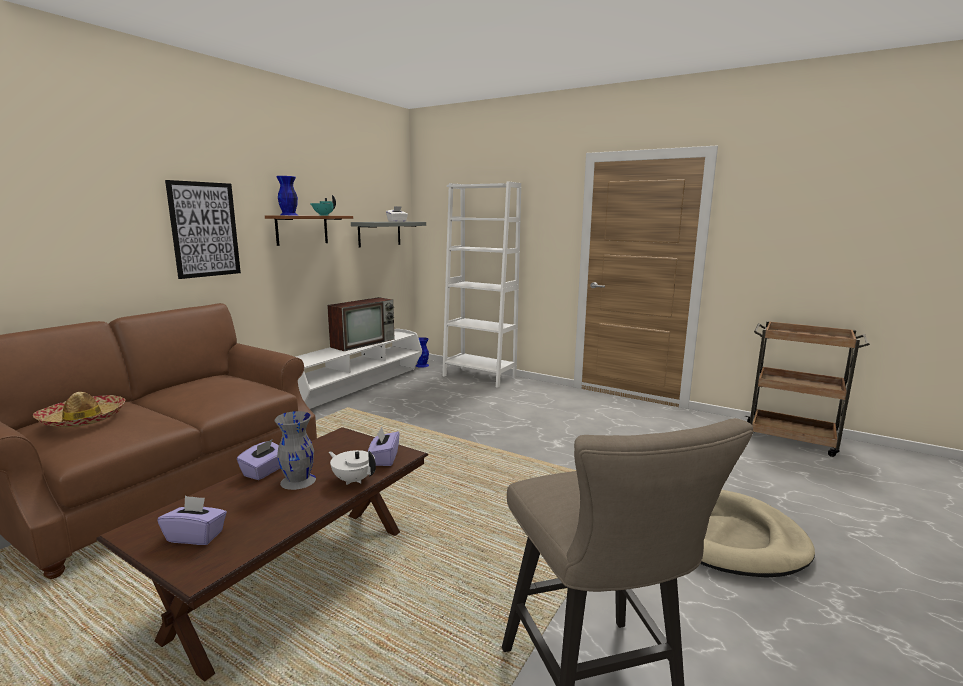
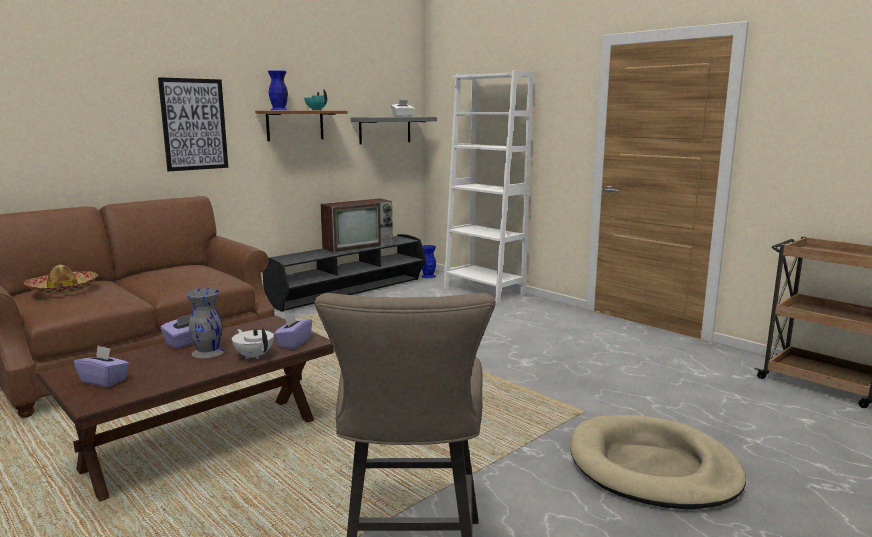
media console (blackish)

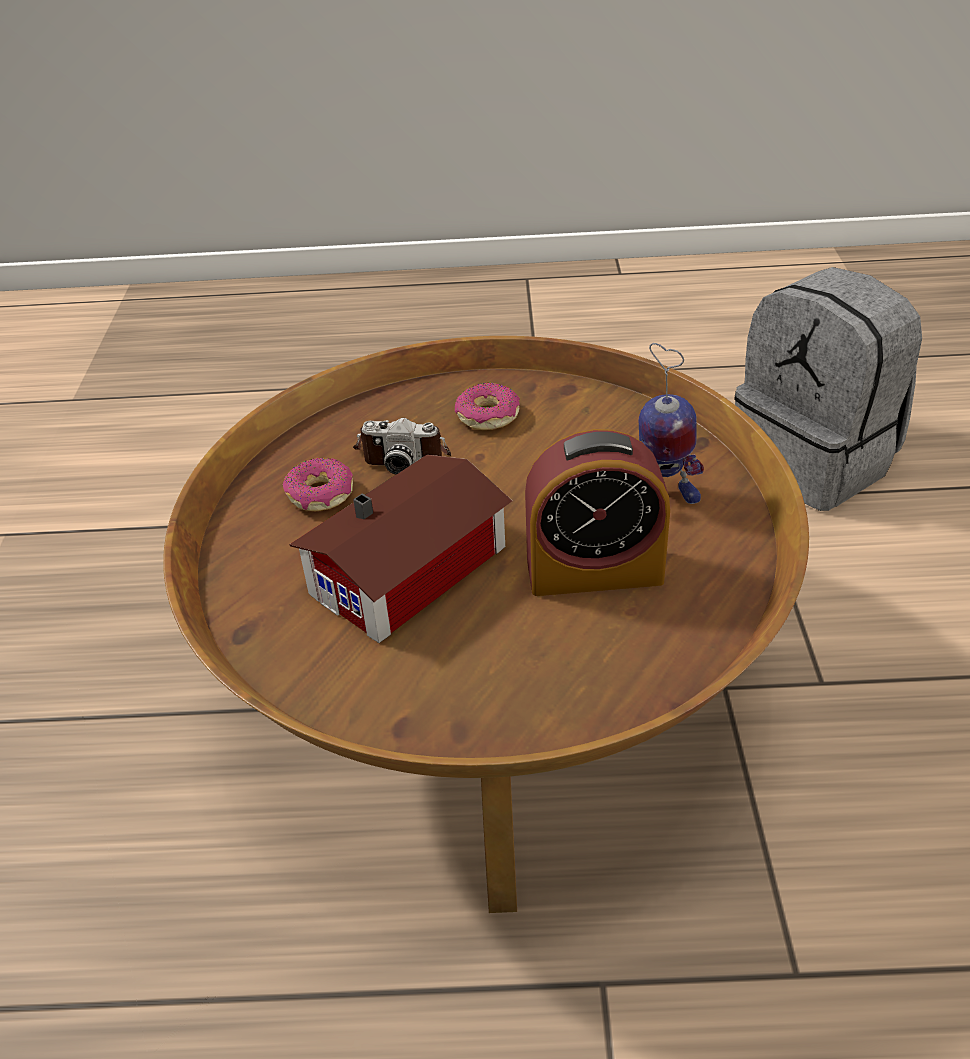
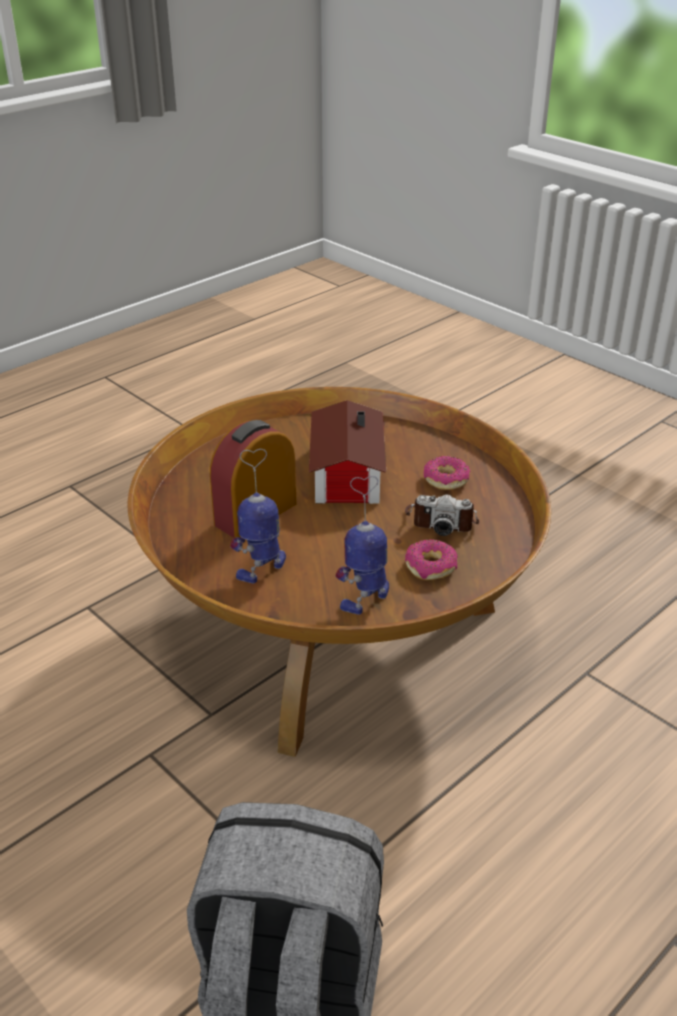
photo camera
toy robot (no. 2 from left)

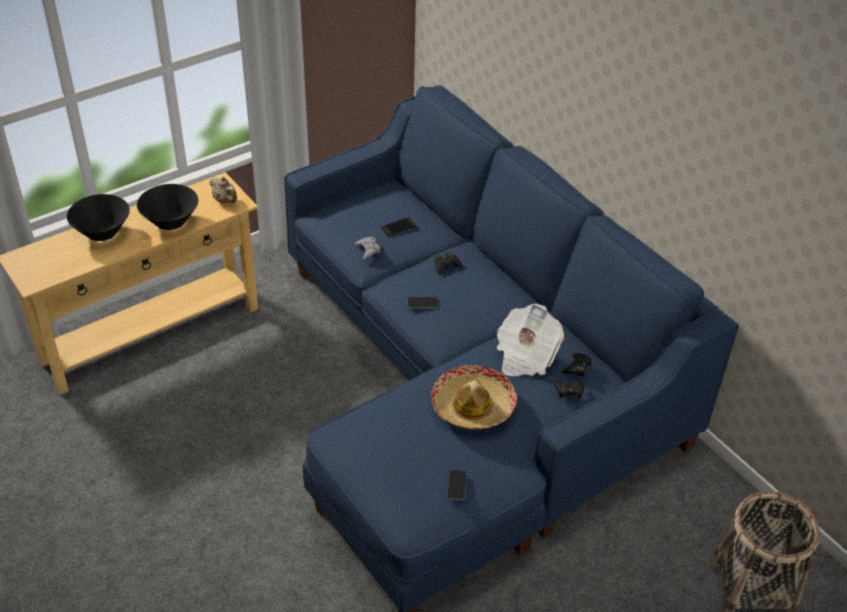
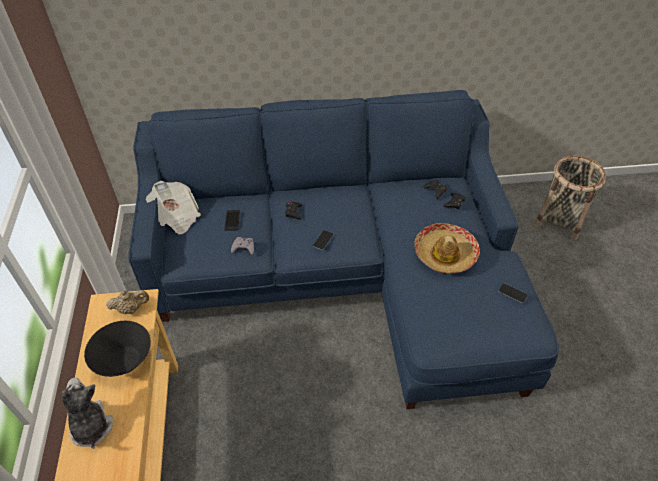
cuddly toy
printed paper

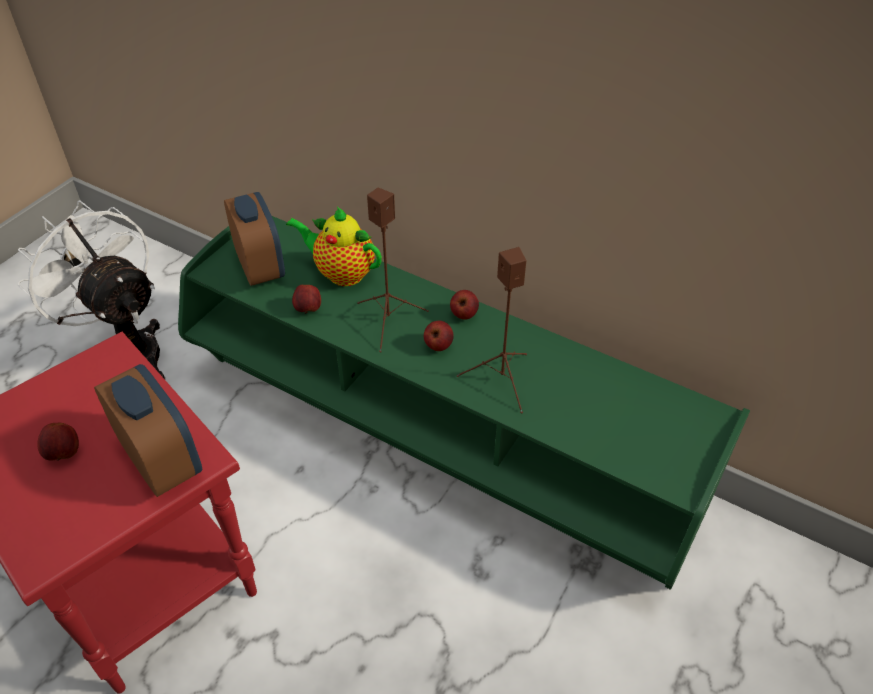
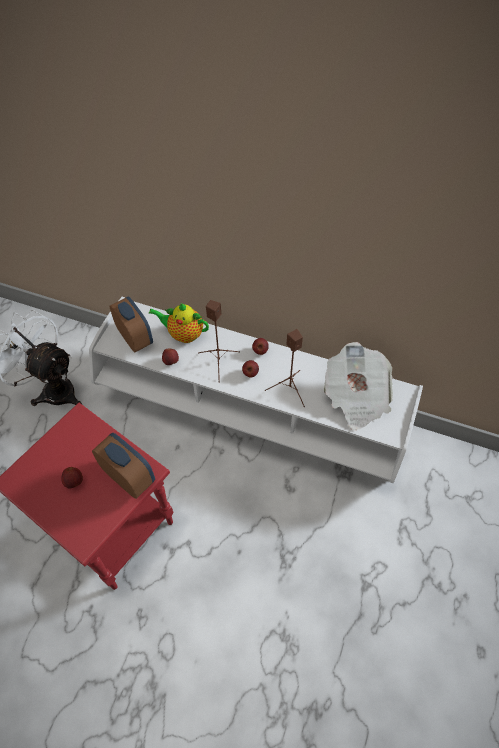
media console (white-coloured)
printed paper

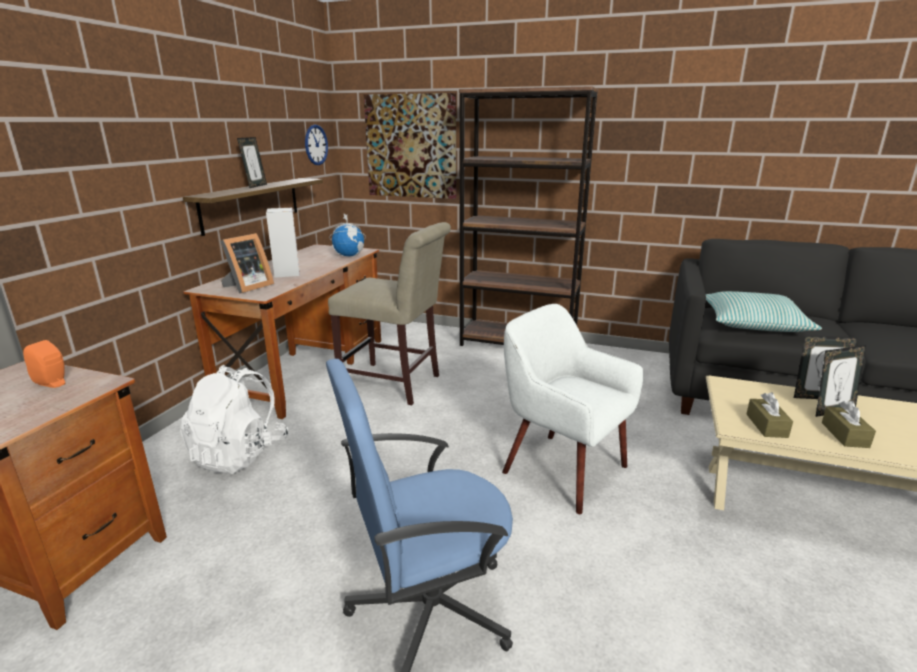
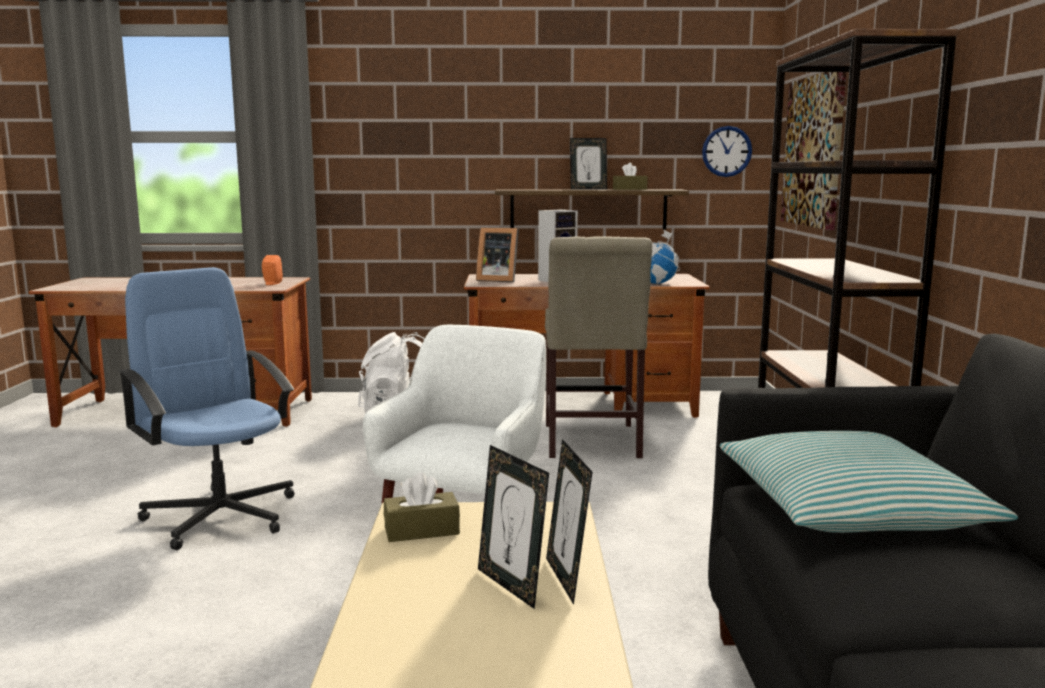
tissue holder (brownish) (no. 2 from left)

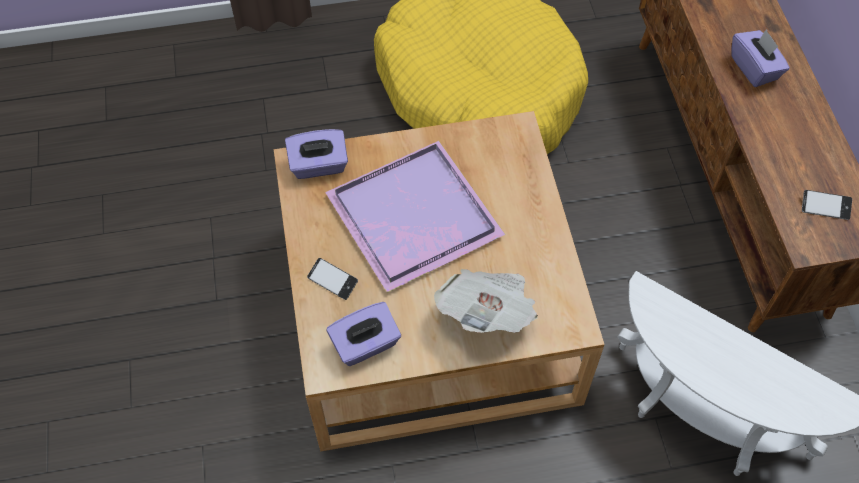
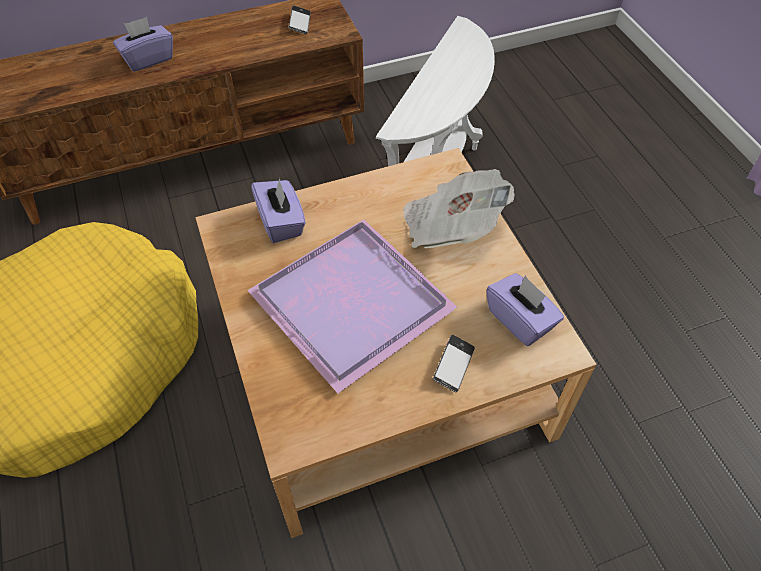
tissue holder (purple) (no. 2 from left)

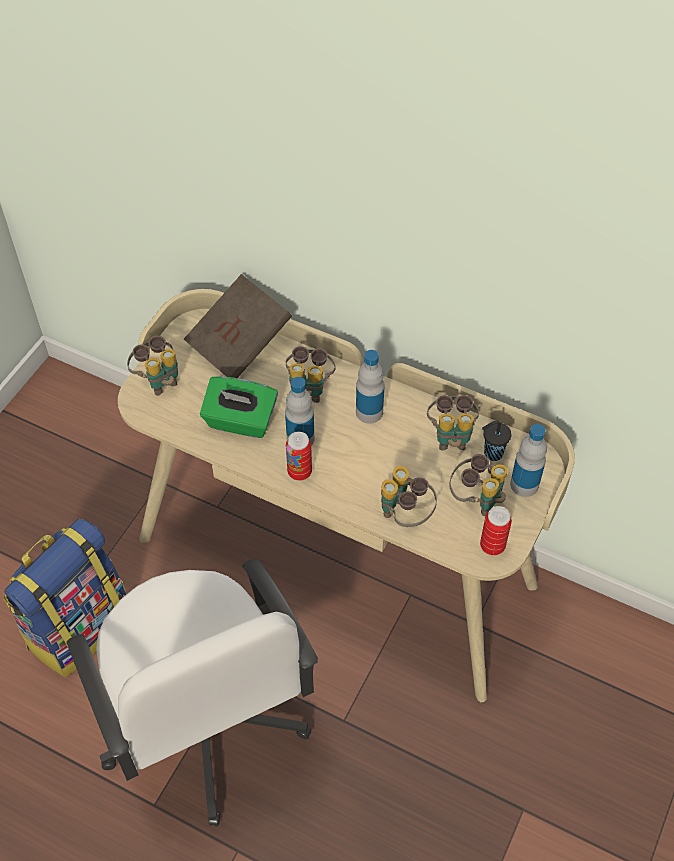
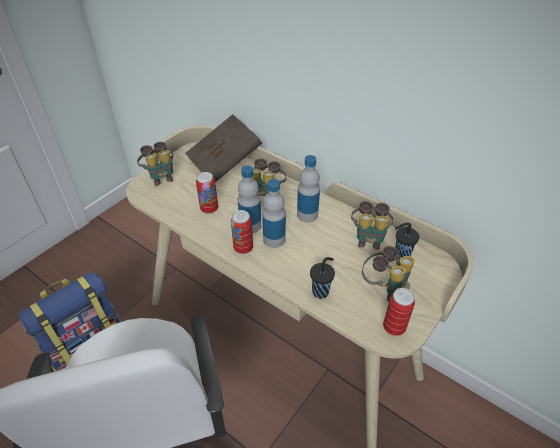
sealed can (no. 1 from left)
drinking cup (blackish) (no. 1 from left)
drink bottle (no. 2 from left)

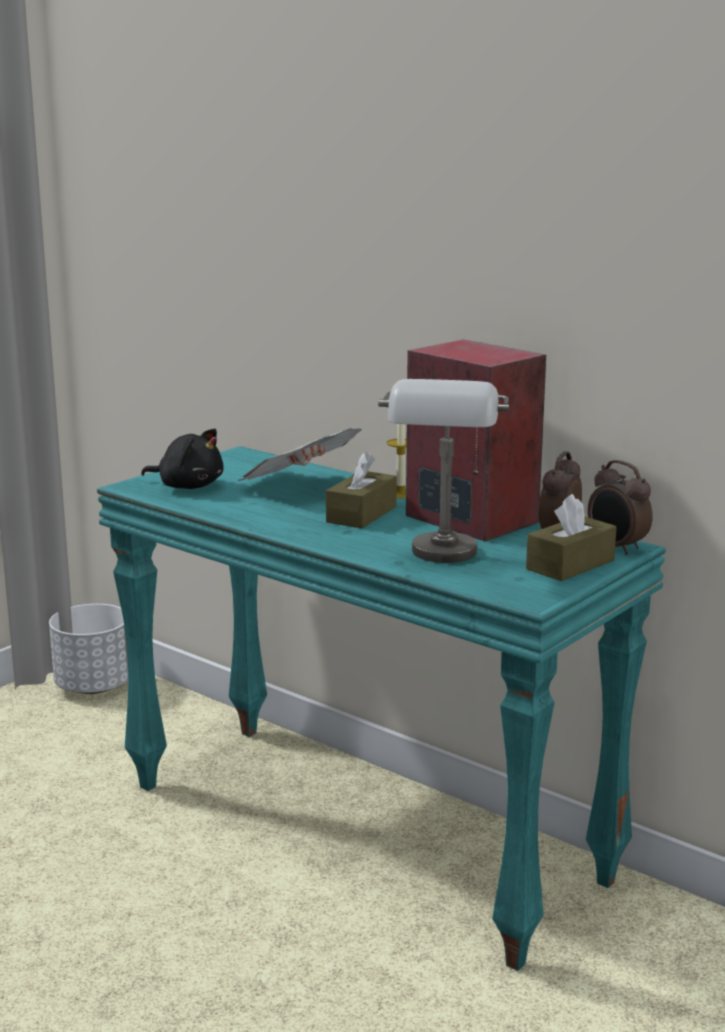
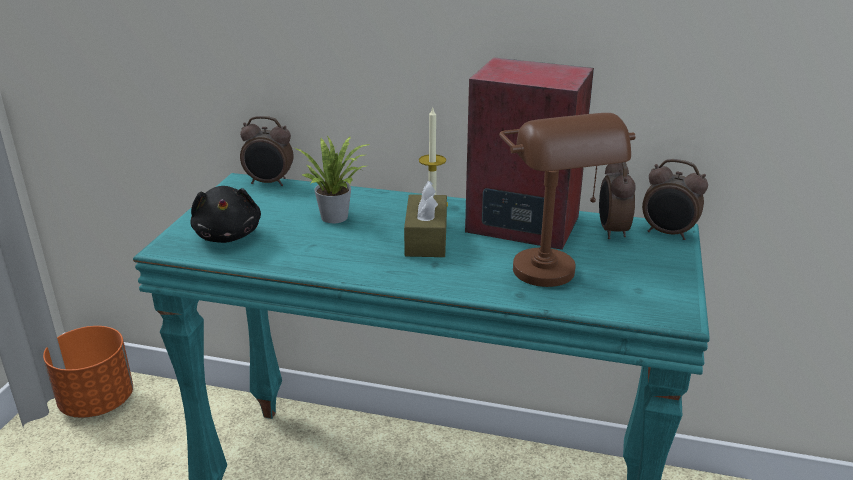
plant pot (orange)
cuddly toy (blackish)
potted plant
lamp for a table (brownish)
tissue holder (brownish) (no. 2 from left in the first image)
table clock (no. 1 from left)

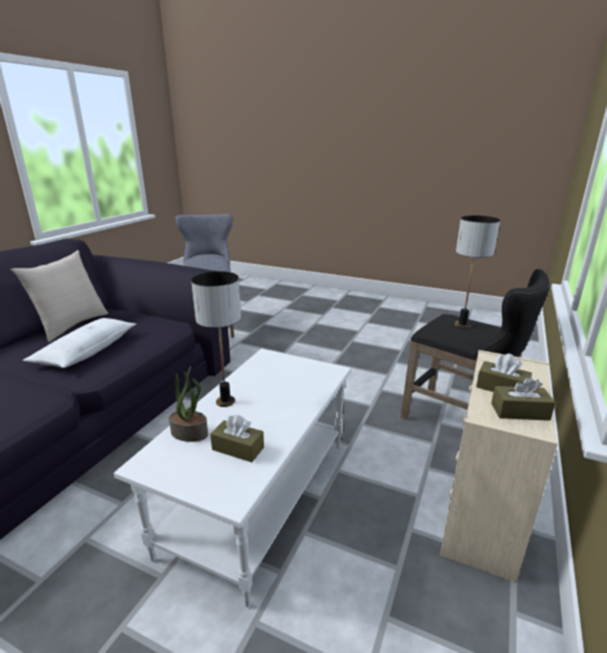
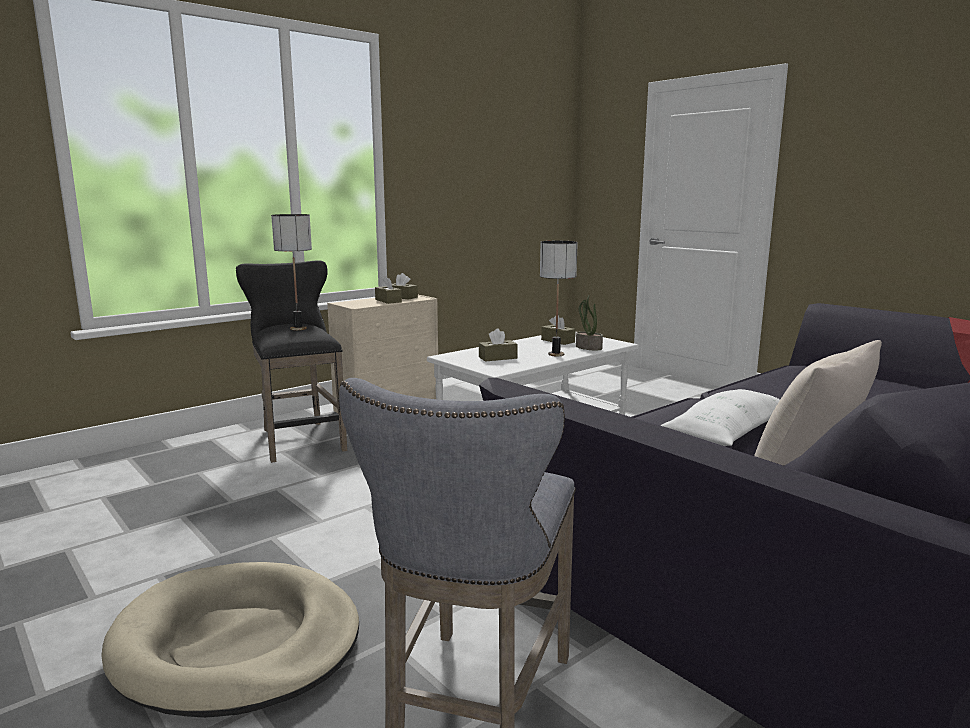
pet bed (sand-coloured)
tissue holder (brownish) (no. 3 from left)

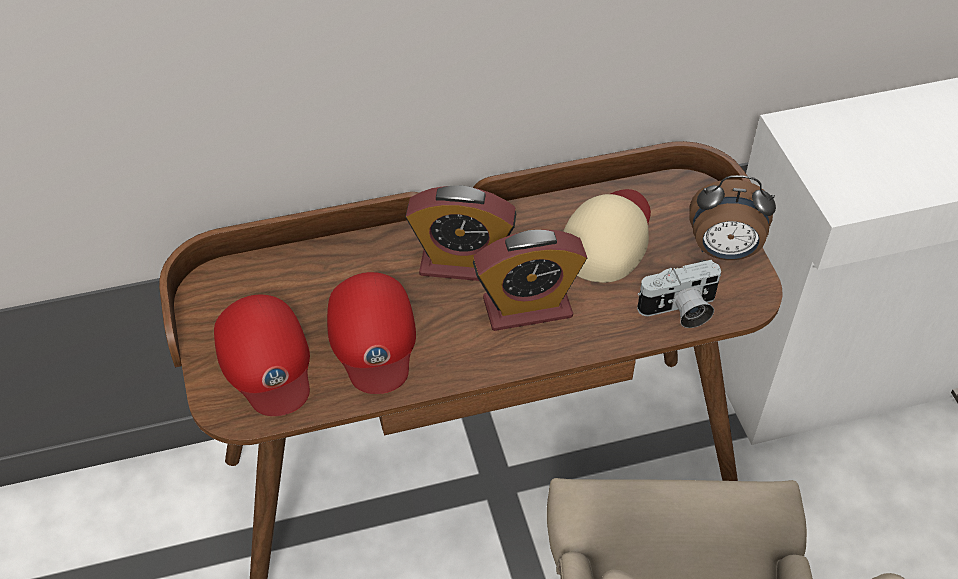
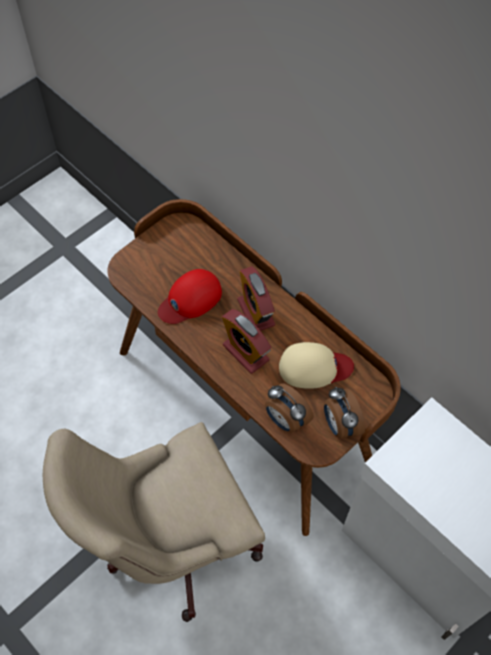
cap (red) (no. 1 from left in the first image)
table clock (no. 3 from left)

